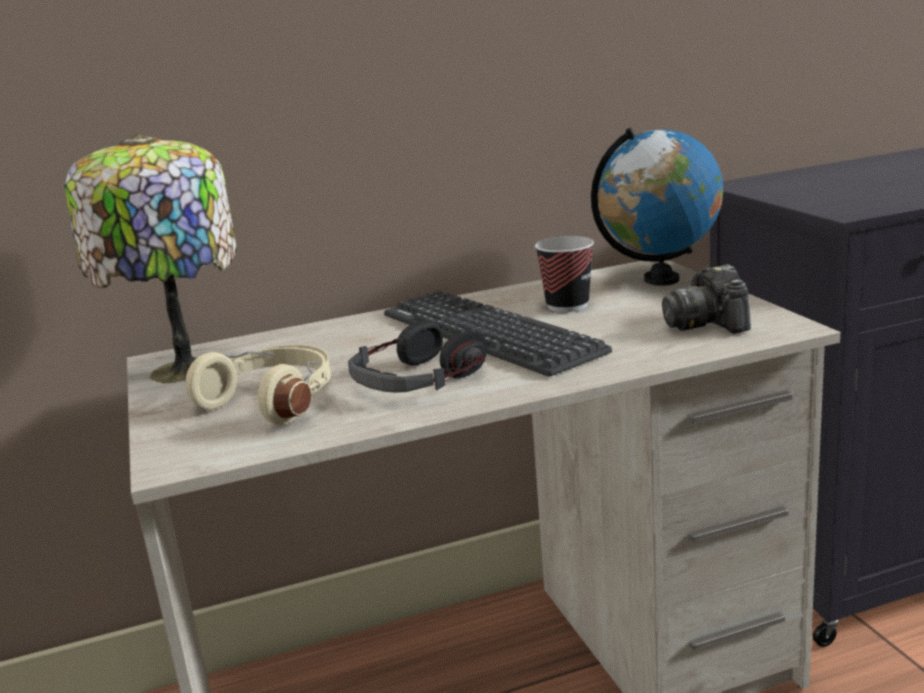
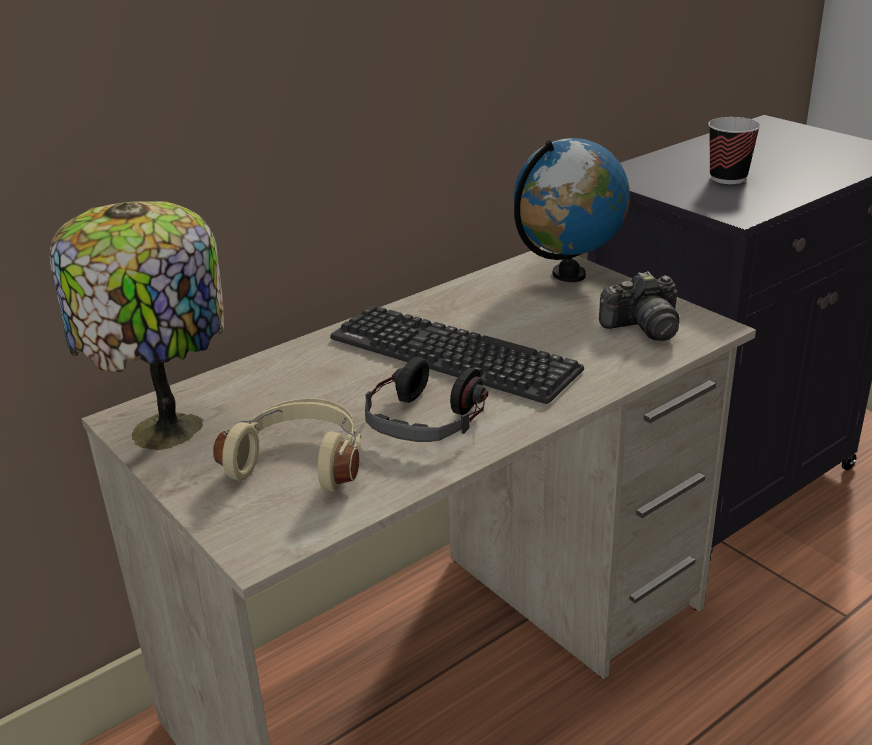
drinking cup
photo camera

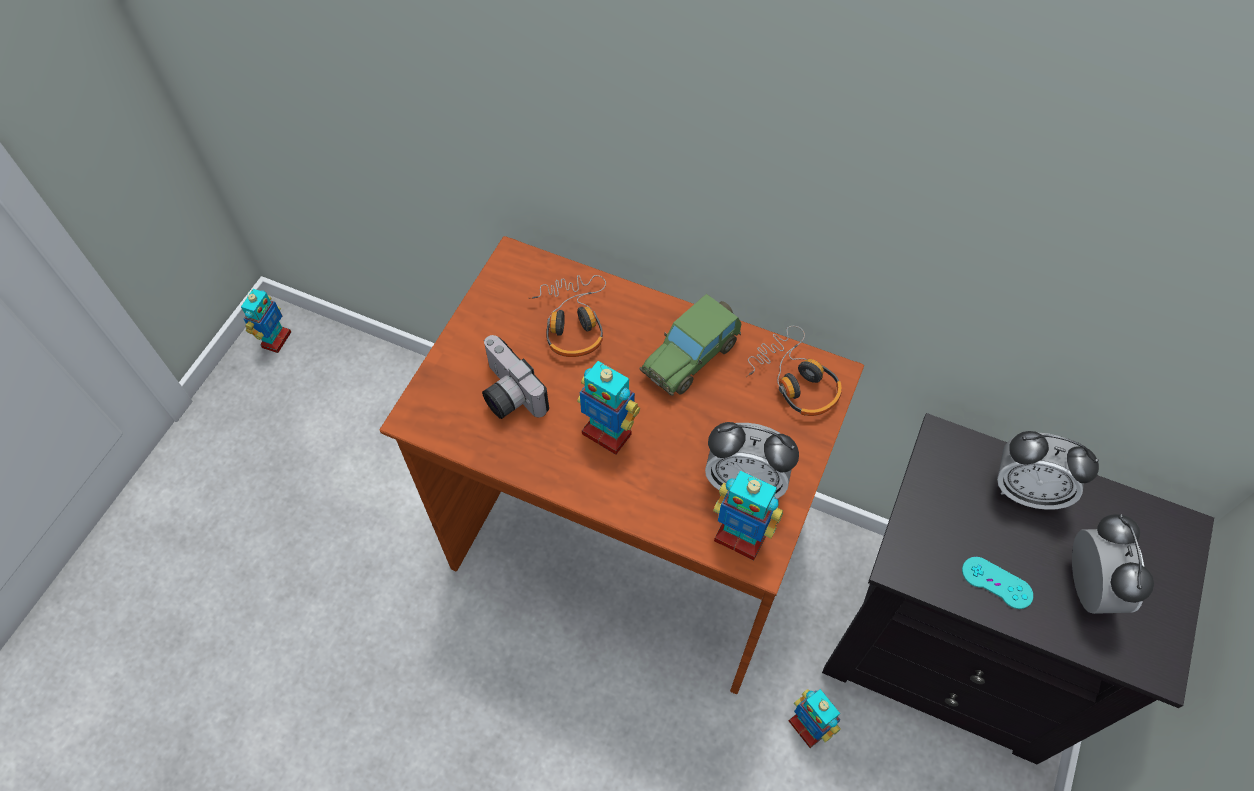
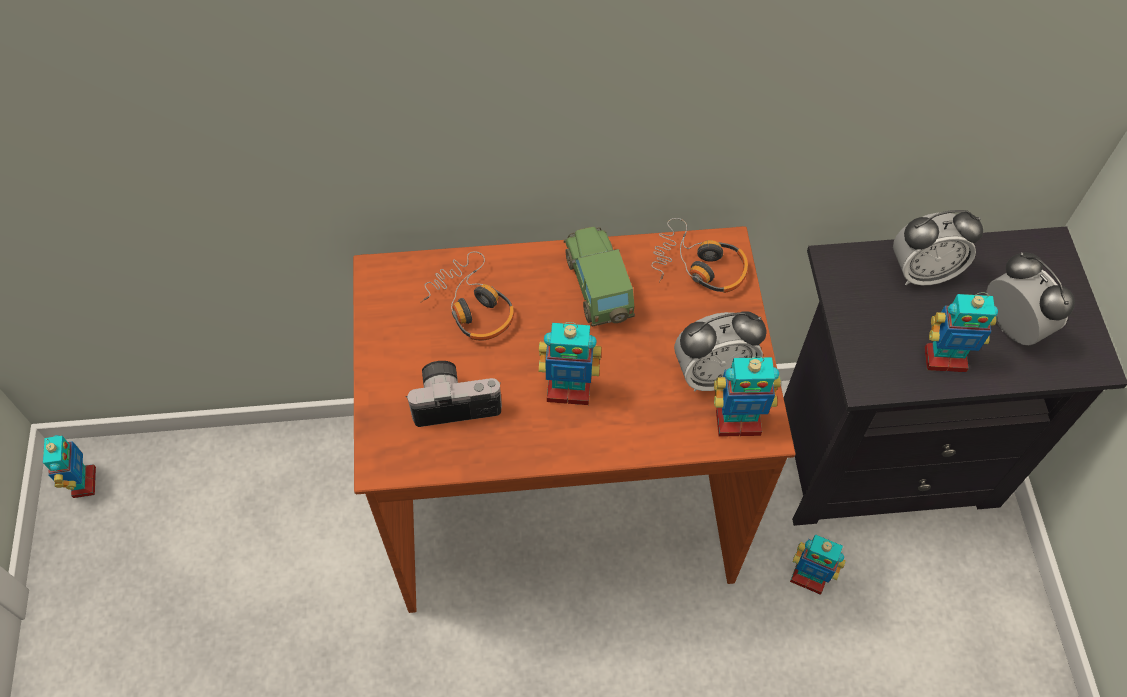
photo camera
model car
toy robot (no. 5 from left)

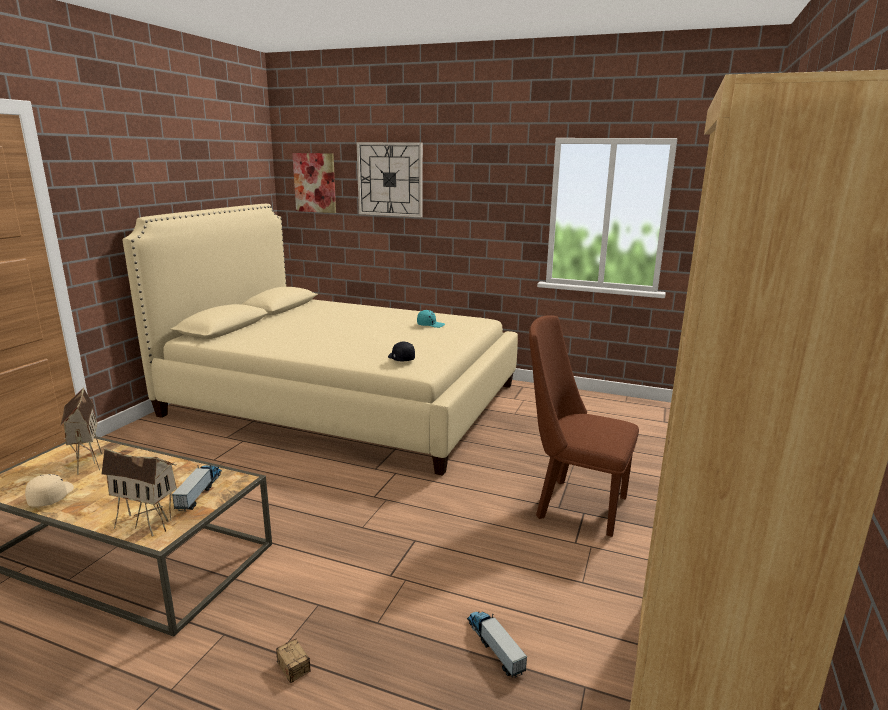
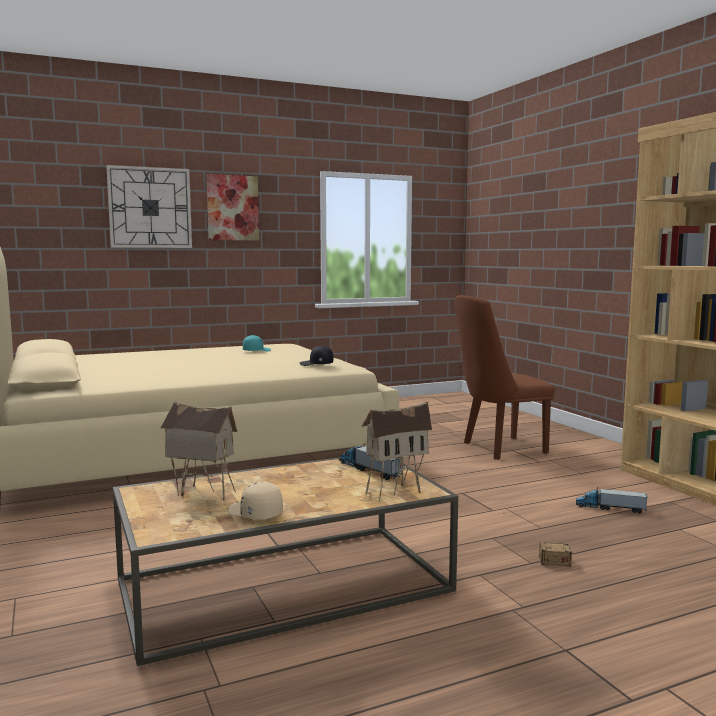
wall art

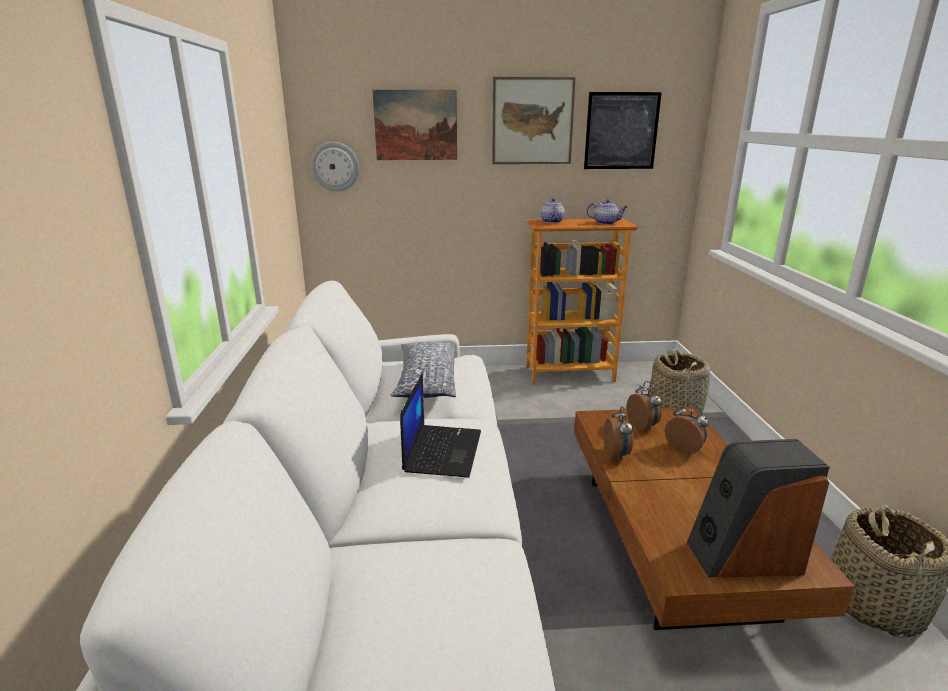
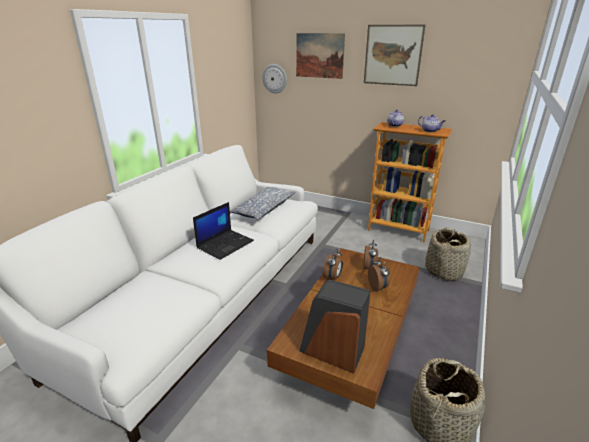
wall art (no. 3 from left in the first image)

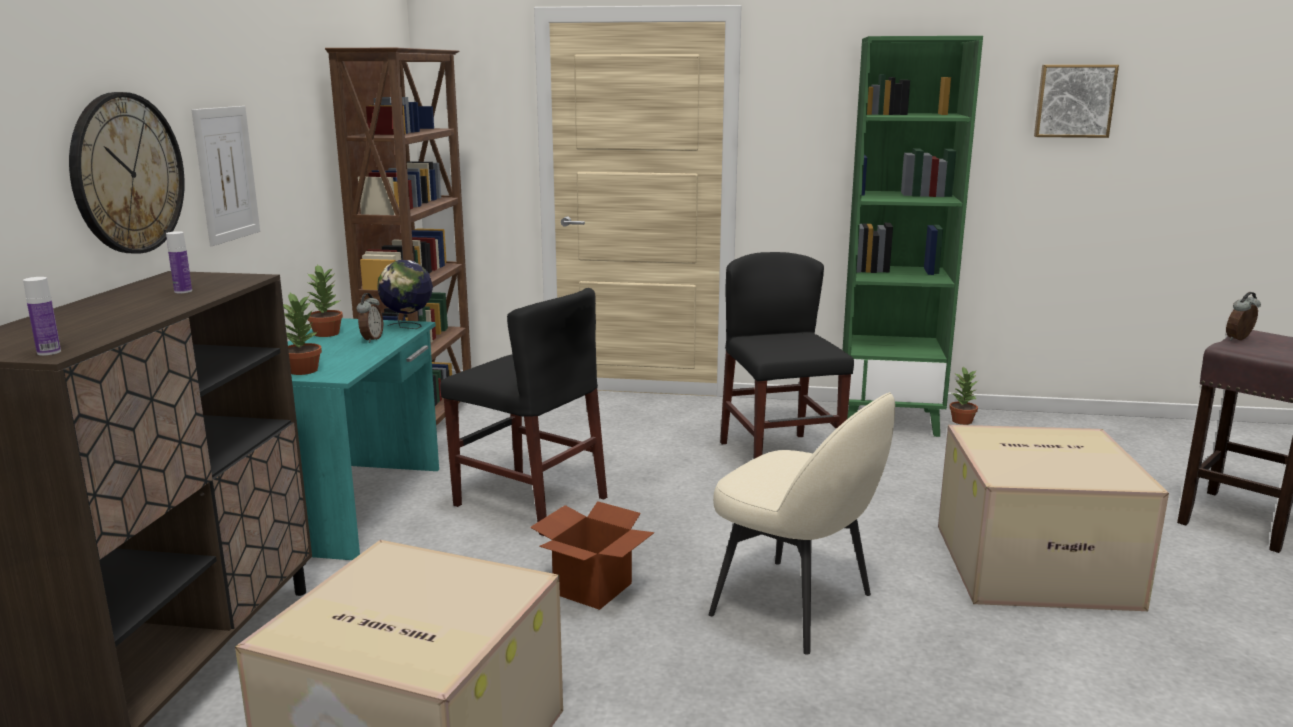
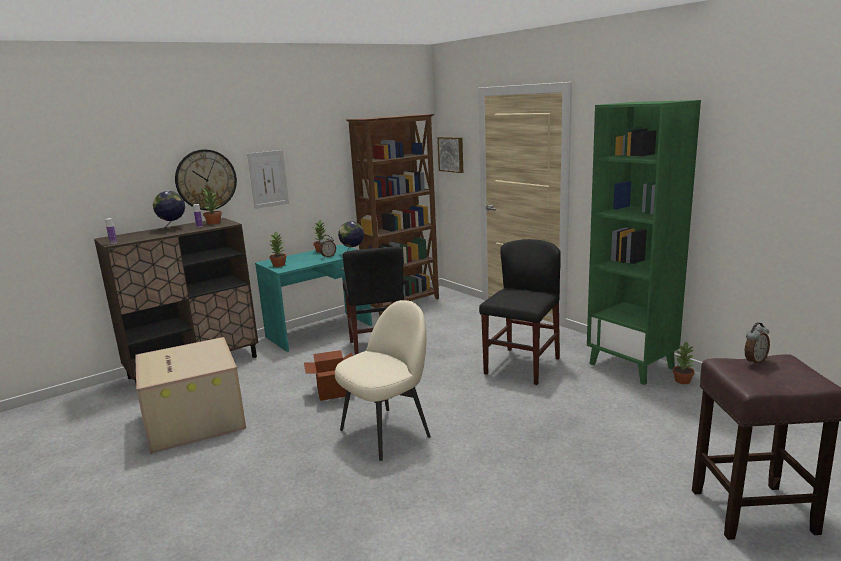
chair (sand-coloured)
packing box (no. 3 from left in the first image)
wall art (no. 2 from left)
table clock (no. 2 from left)
globe (no. 1 from left)
potted plant (no. 1 from left)

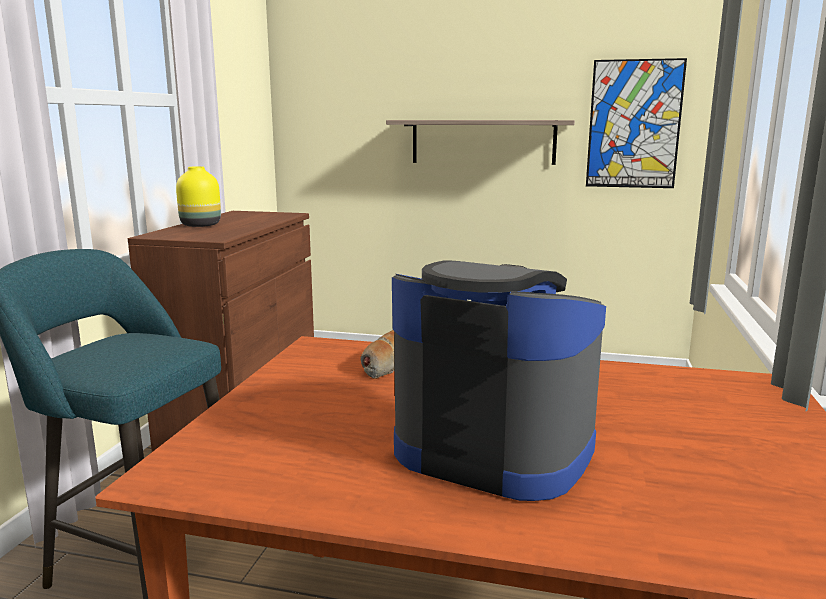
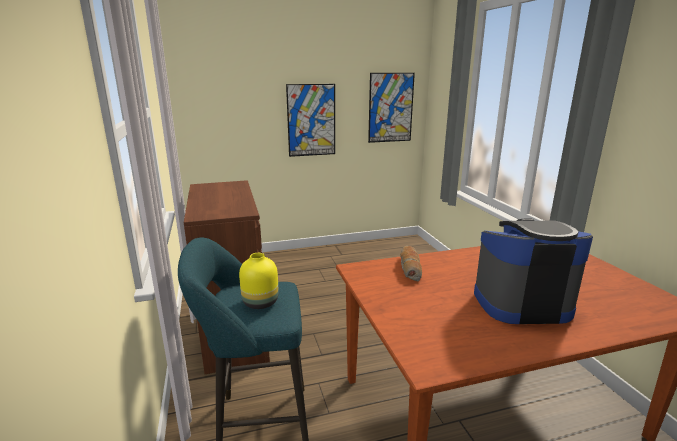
vase (yellow)
wall art (no. 1 from left)

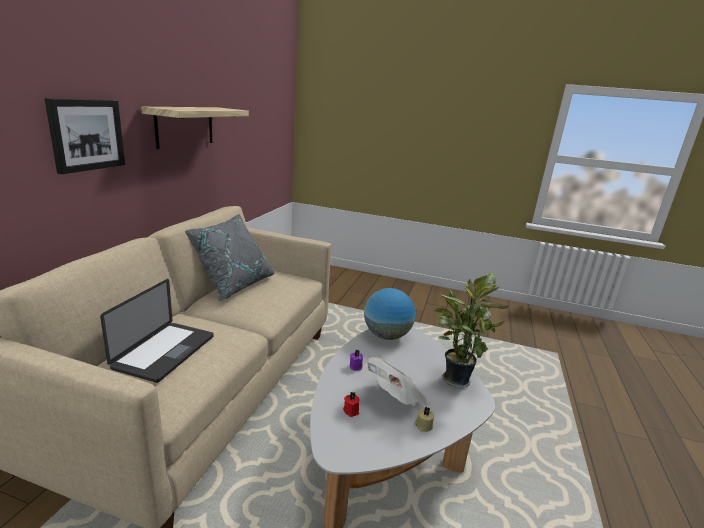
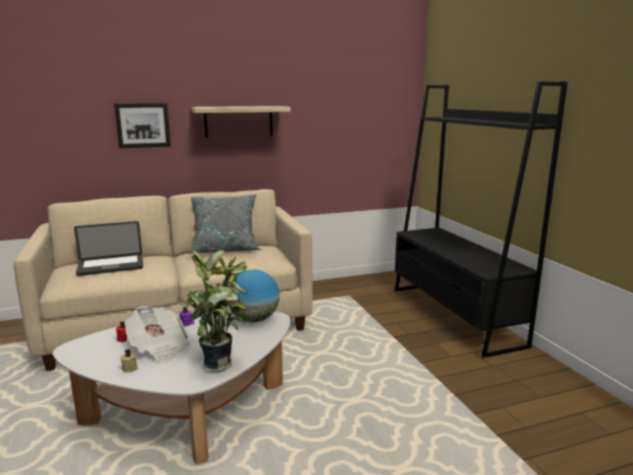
bookcase (blackish)

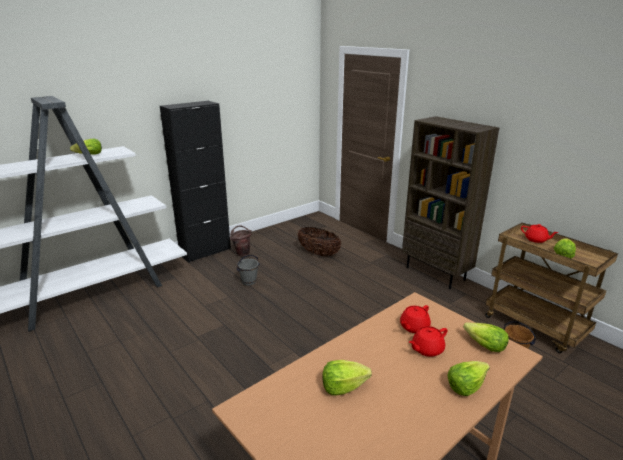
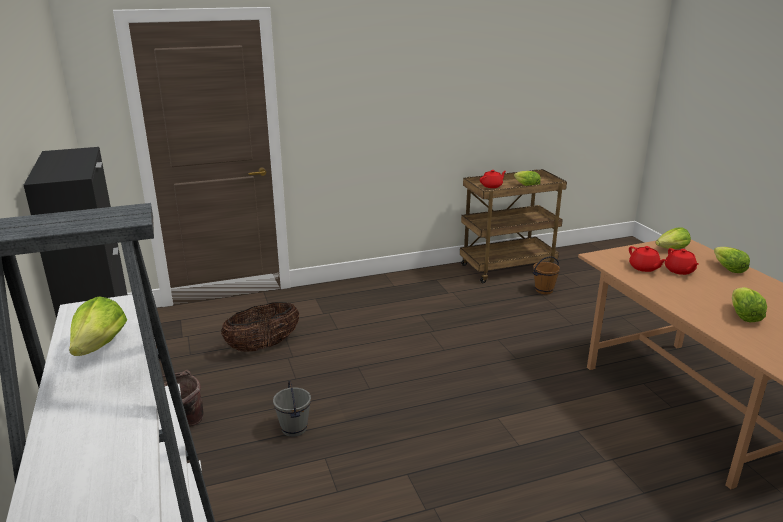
bookcase (brownish)

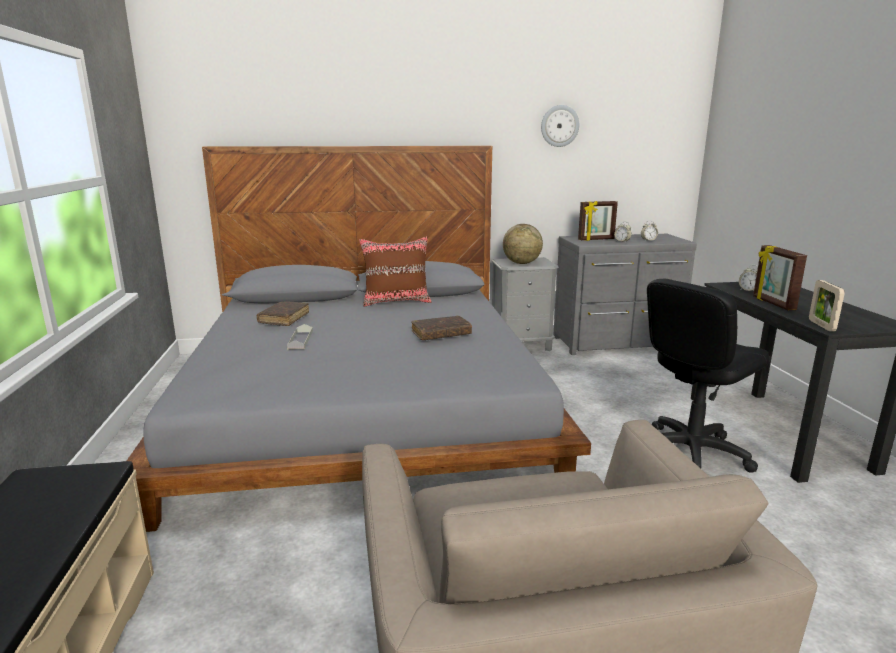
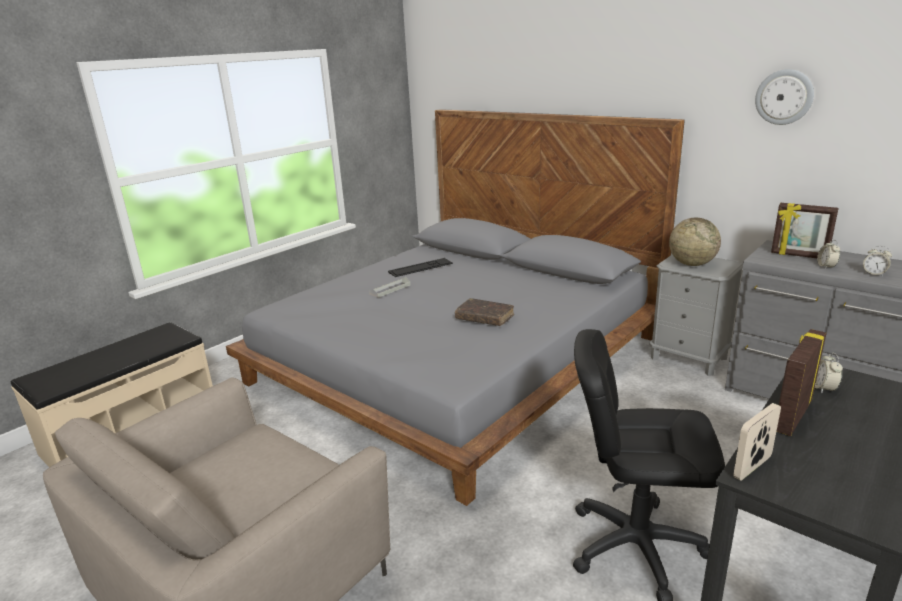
PC keyboard
cushion (brownish)

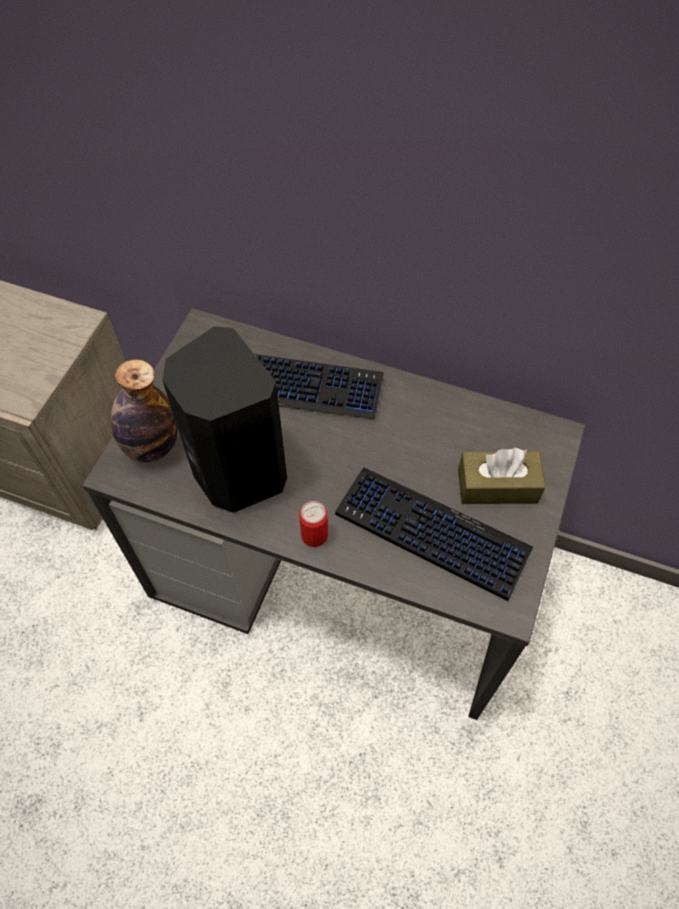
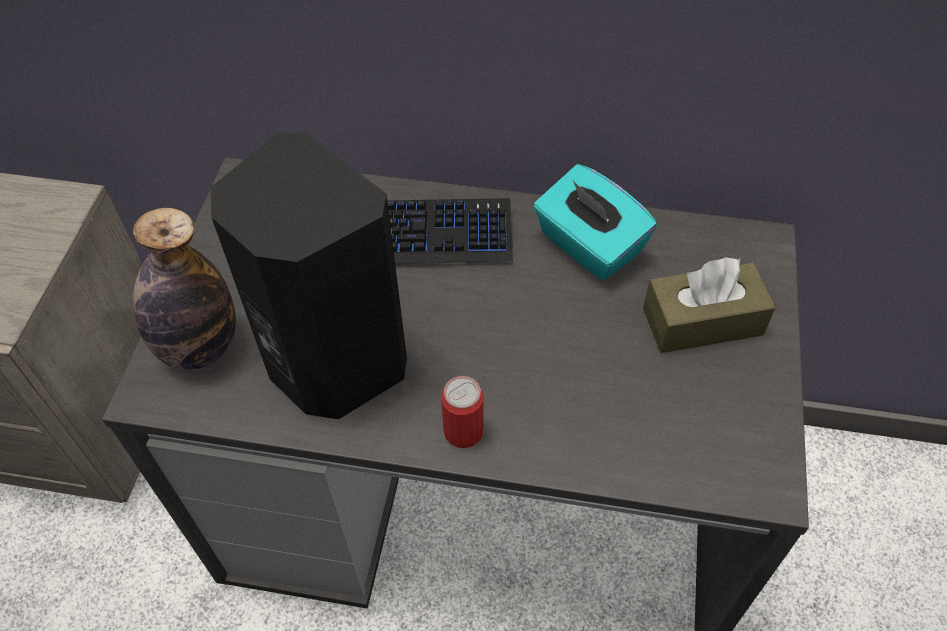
PC keyboard (no. 2 from left in the first image)
tissue holder (turquoise-coloured)

